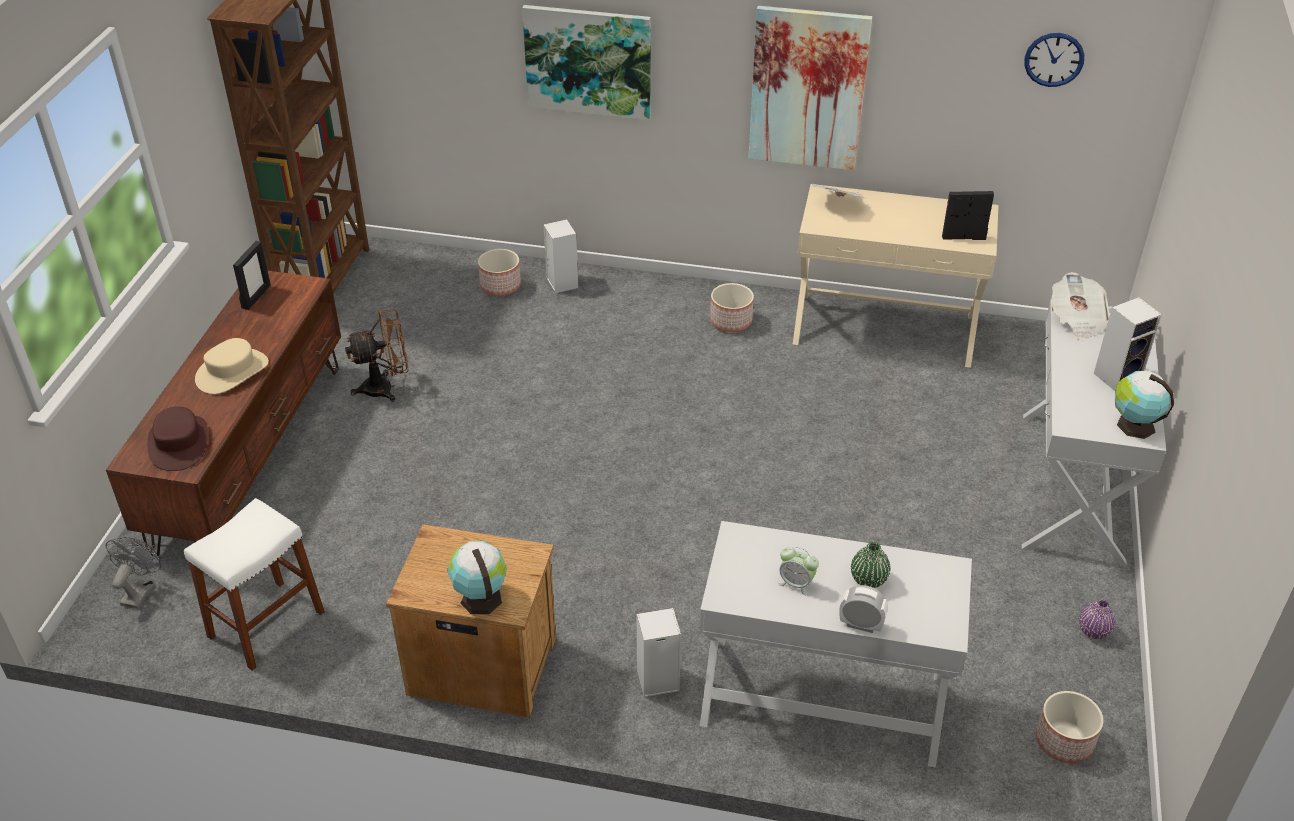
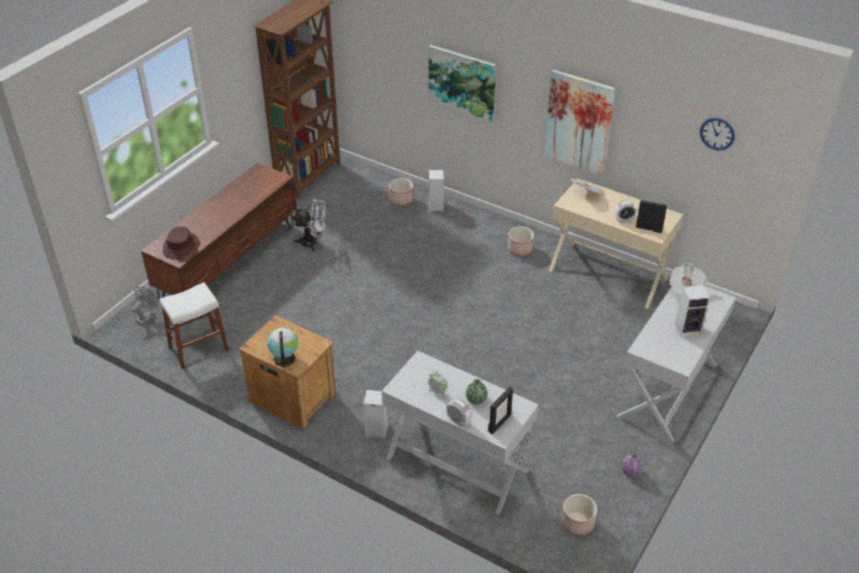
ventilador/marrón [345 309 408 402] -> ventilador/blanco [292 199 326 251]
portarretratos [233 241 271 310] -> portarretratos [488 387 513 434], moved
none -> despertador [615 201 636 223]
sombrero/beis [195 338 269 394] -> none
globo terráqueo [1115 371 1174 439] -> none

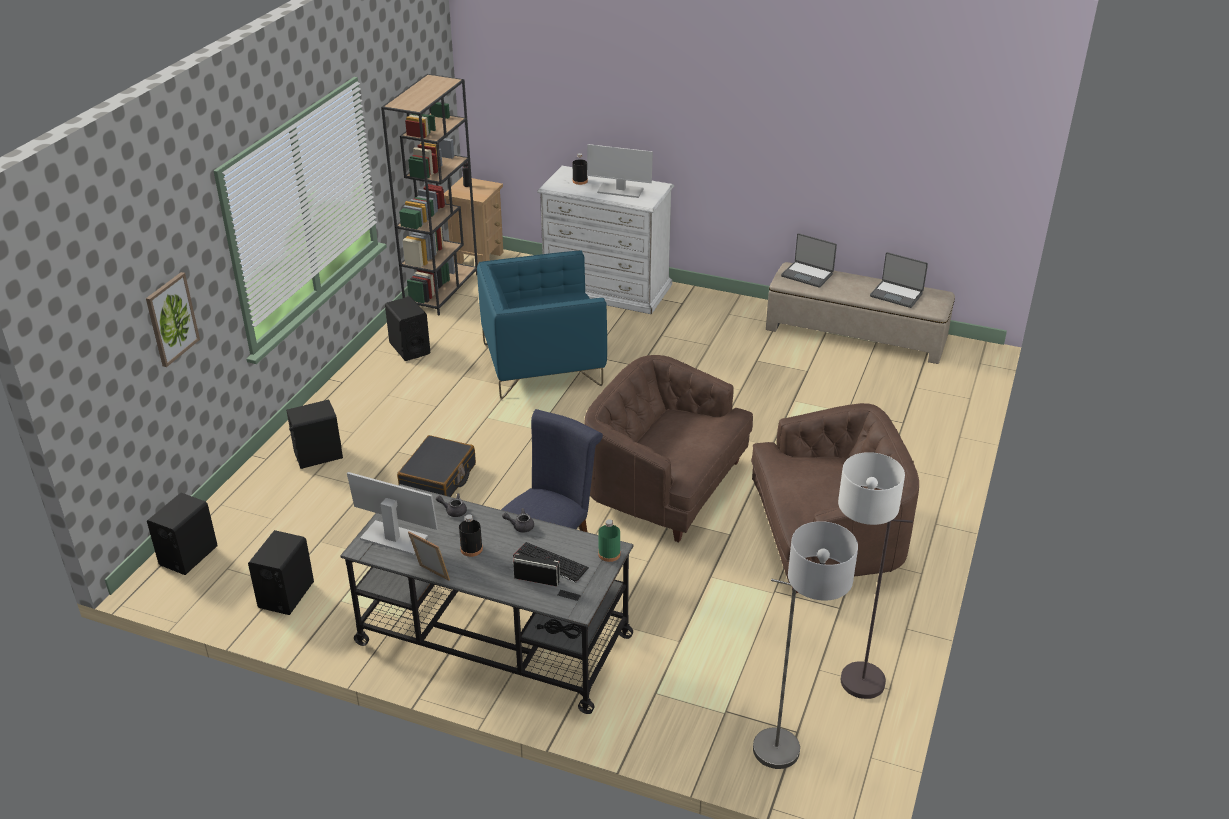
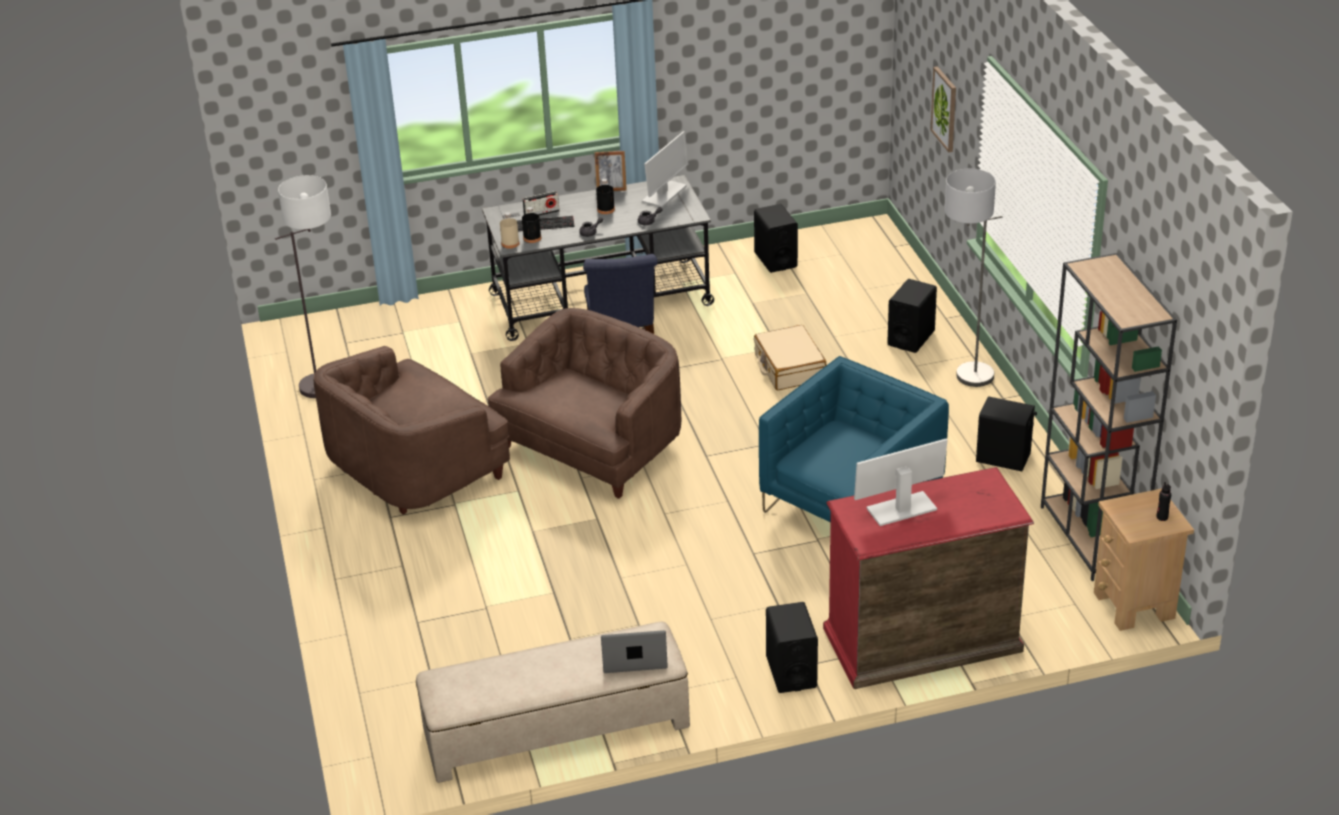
sillón/marrón [584 355 753 542] -> sillón/marrón [487 308 681 499], 45 degrees counterclockwise
botella/verde [598 519 621 562] -> botella/beis [500 212 520 249]
botella/negro [573 153 588 185] -> botella/negro [522 207 541 243], moved
monitor [347 472 438 555] -> monitor [642 131 688 208], 45 degrees counterclockwise
maleta/negro [397 435 476 497] -> maleta/beis [754 325 826 390]
altavoz/negro [147 493 218 575] -> altavoz/negro [766 602 818 693], moved
cómoda/blanco [537 166 674 314] -> cómoda/rojo [823 467 1034 689]
lámpara de pie/gris [753 521 858 769] -> lámpara de pie/gris [945 169 1003 387], moved
portátil [870 252 928 308] -> none

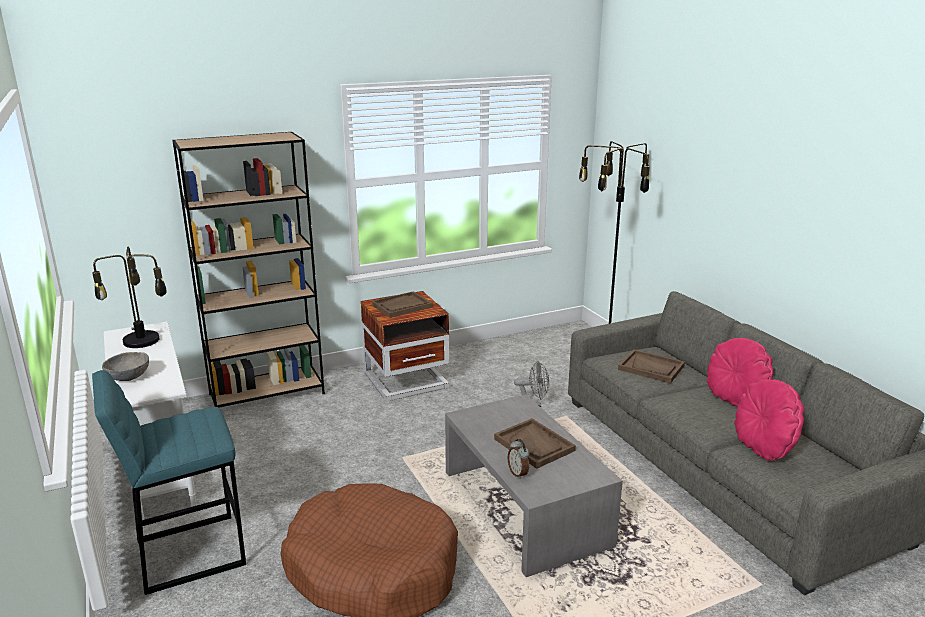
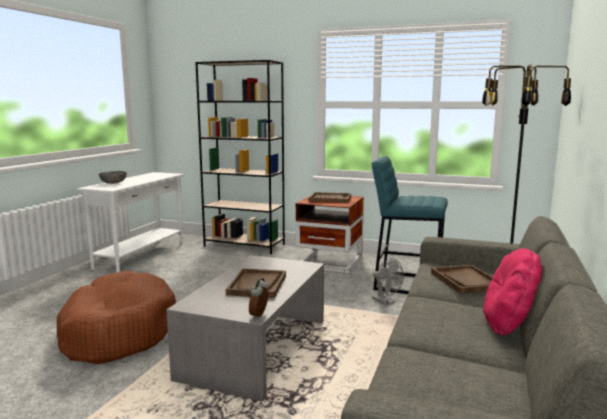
despertador [508 439 530 479] -> despertador [249 278 269 319], moved
taburete/turquesa [92 370 246 595] -> taburete/turquesa [372 156 448 294], moved
lámpara de mesa [92 246 167 348] -> none
cojín/rosa [734 379 804 461] -> none

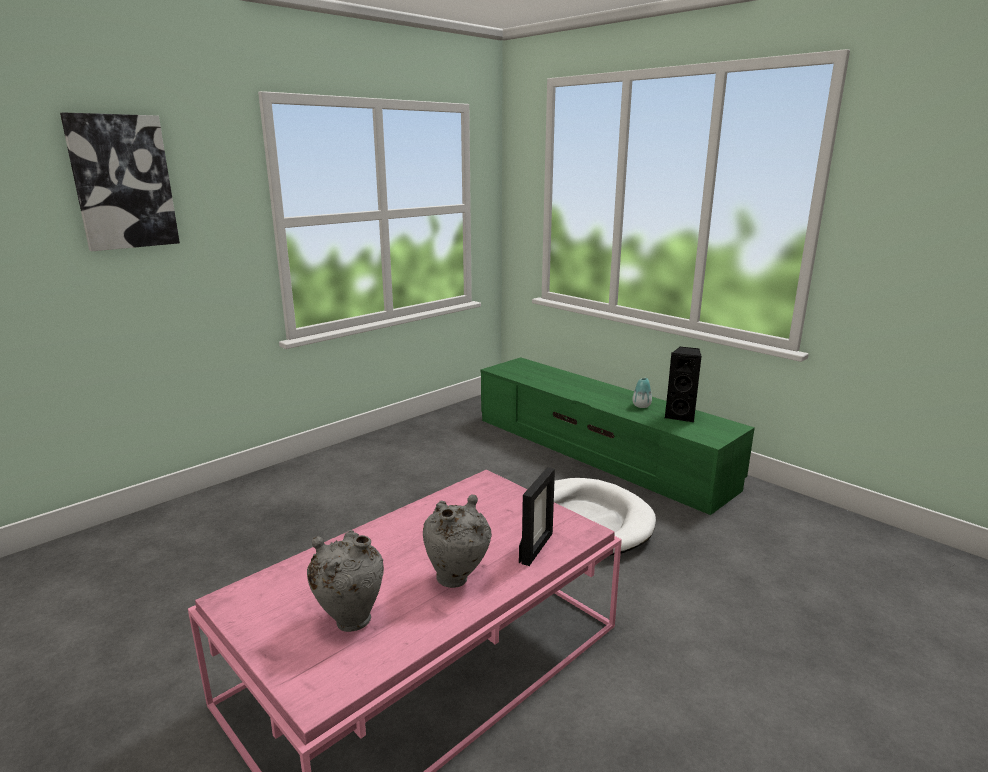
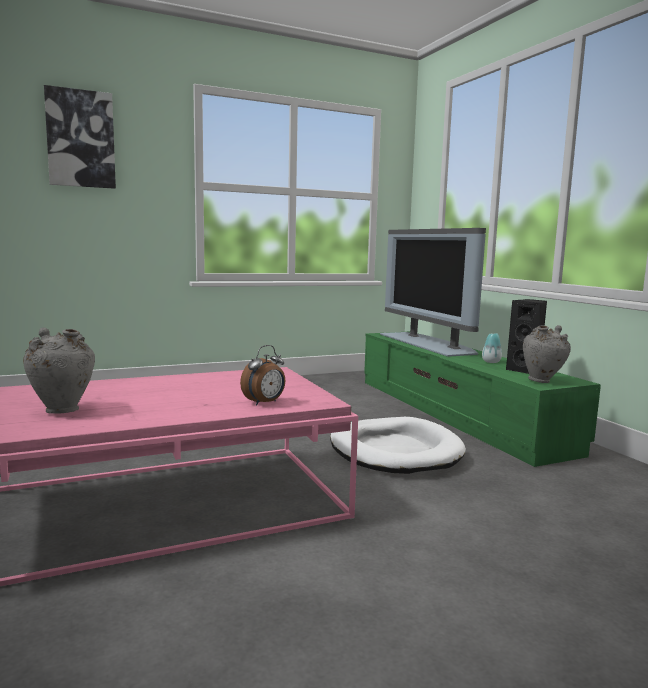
portarretratos [519 467 555 566] -> despertador [240 345 285 406]
none -> televisor [380 228 486 357]
florero/gris [423 495 492 588] -> florero/gris [523 325 571 383], moved

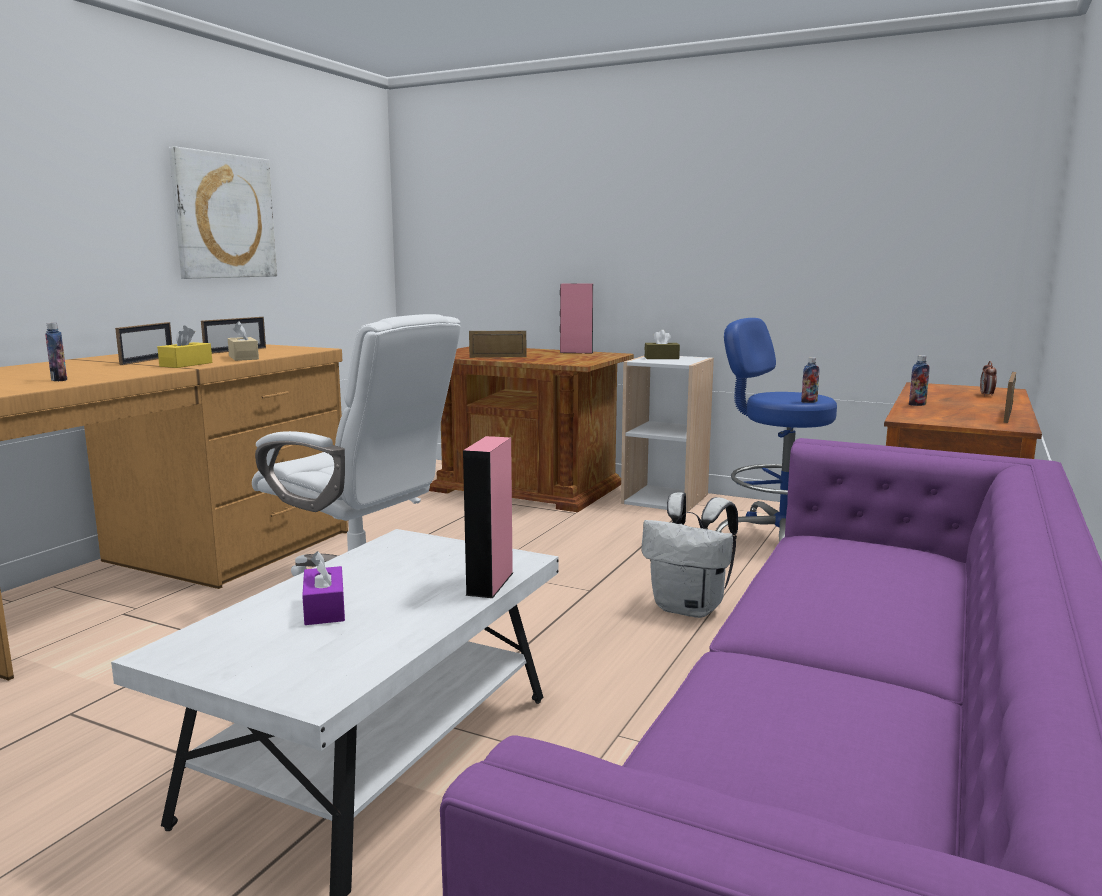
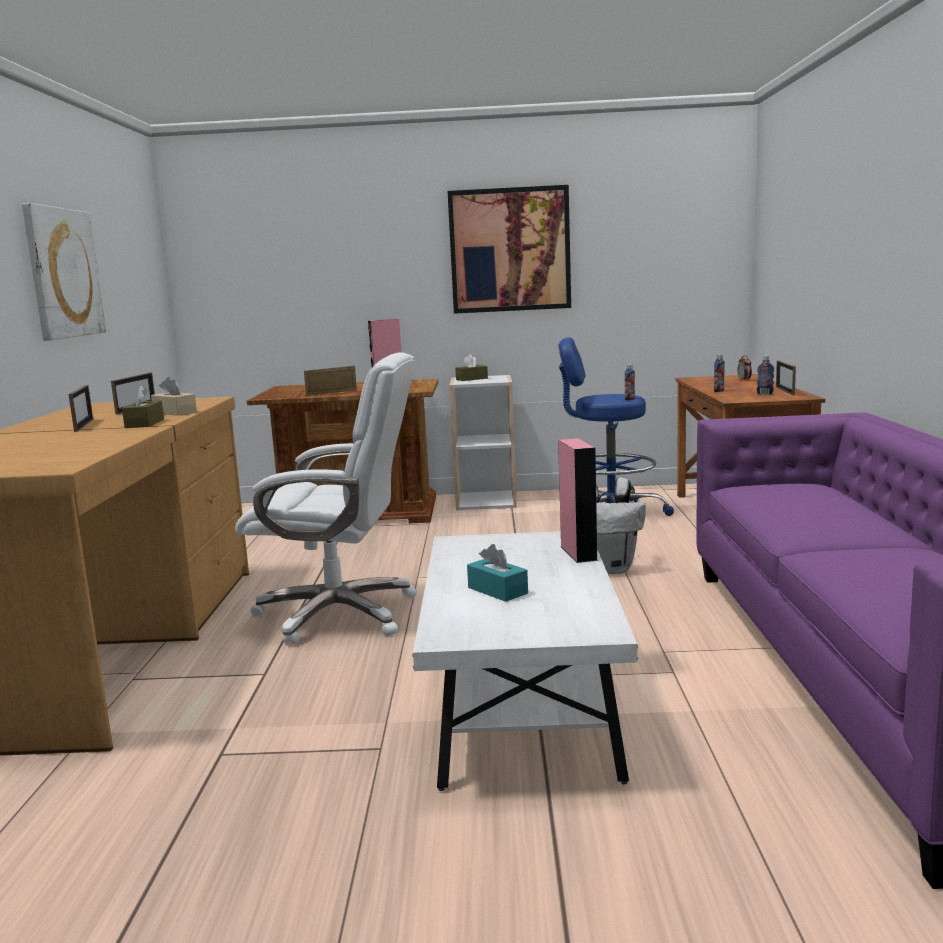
caja de pañuelos/amarillo [157 326 212 368] -> caja de pañuelos/marrón [122 385 164 428]
none -> cuadro [448 185 571 314]
caja de pañuelos/morado [302 551 345 625] -> caja de pañuelos/turquesa [467 544 528 602]
botella [45 323 67 381] -> botella [757 356 774 395], moved

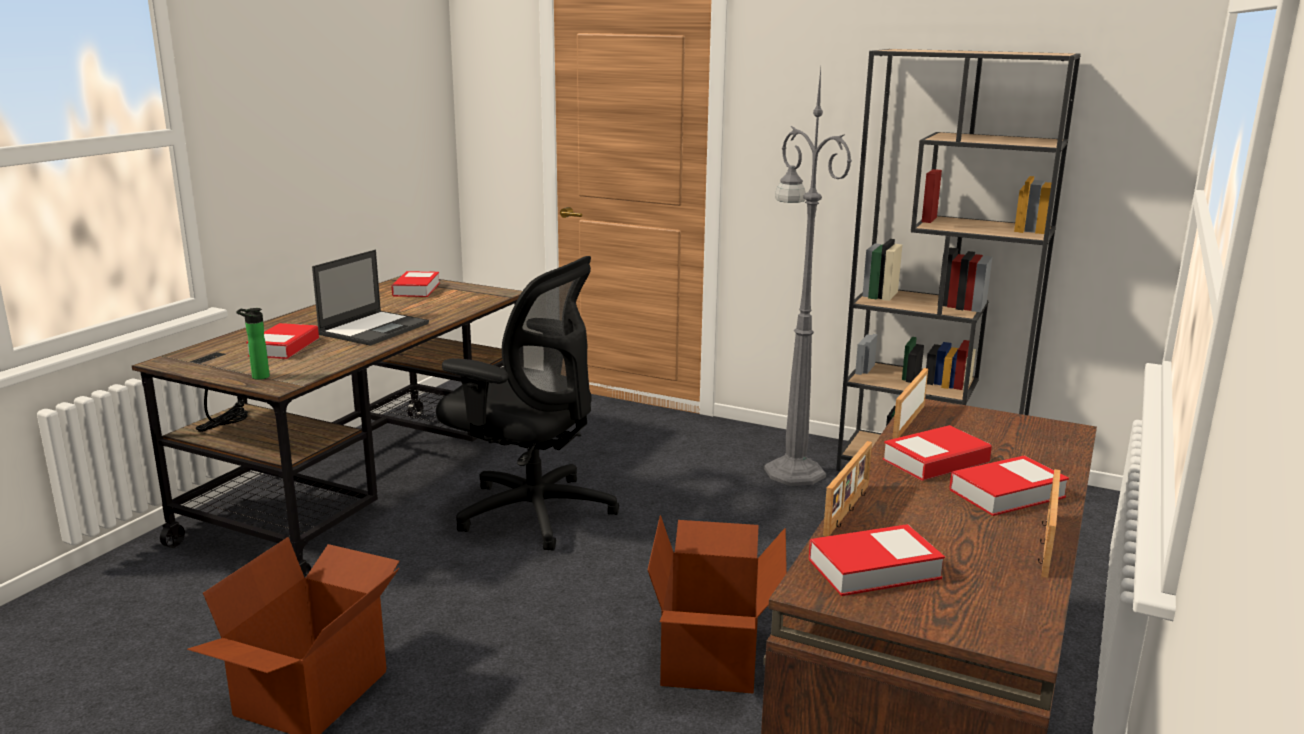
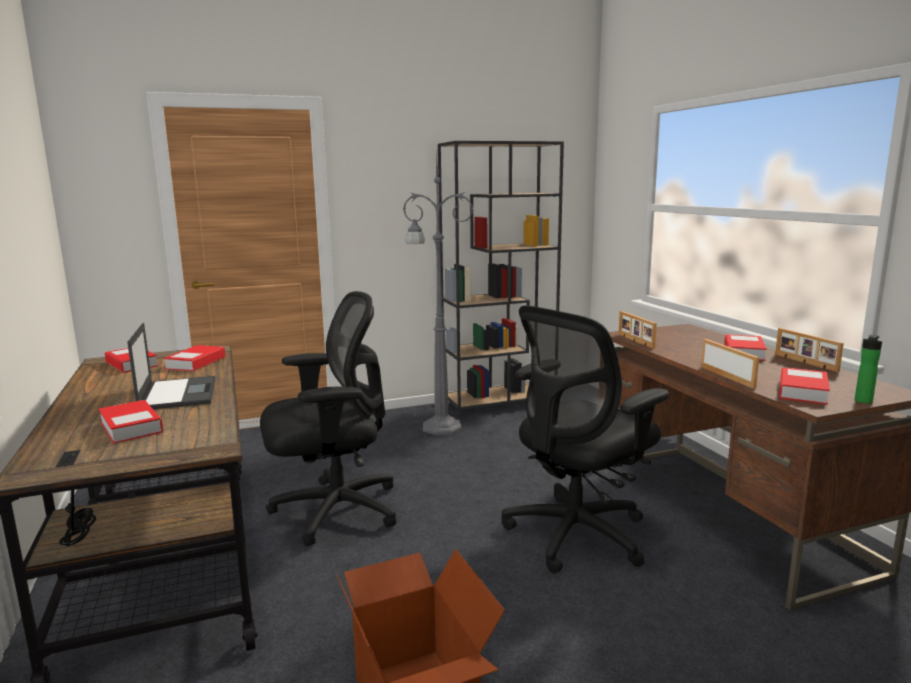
libro [883 425 992 481] -> libro [164 345 226 371], moved
caja de cartón [647 515 787 694] -> silla de oficina/negro [502 305 669 574]
botella [236 308 270 380] -> botella [855 335 882 404], moved

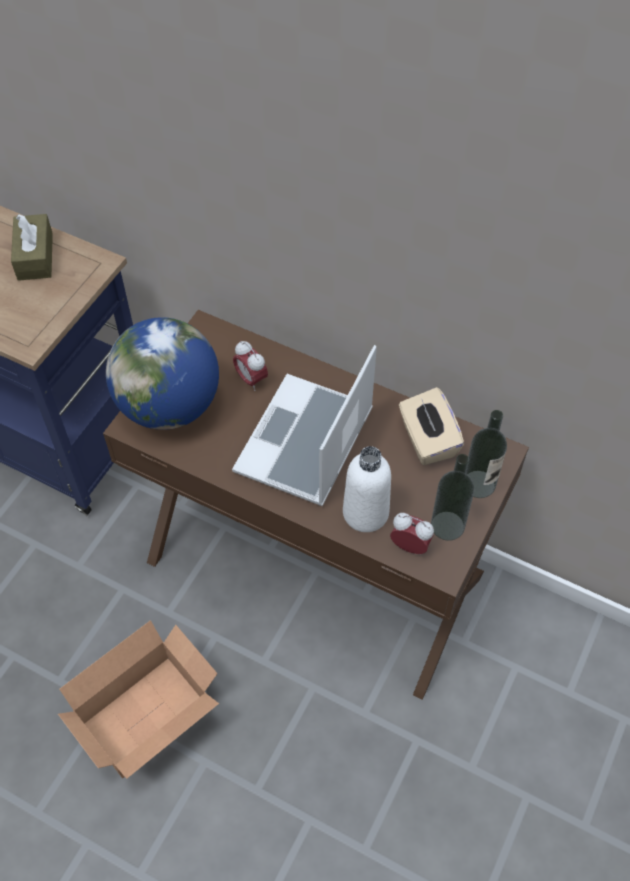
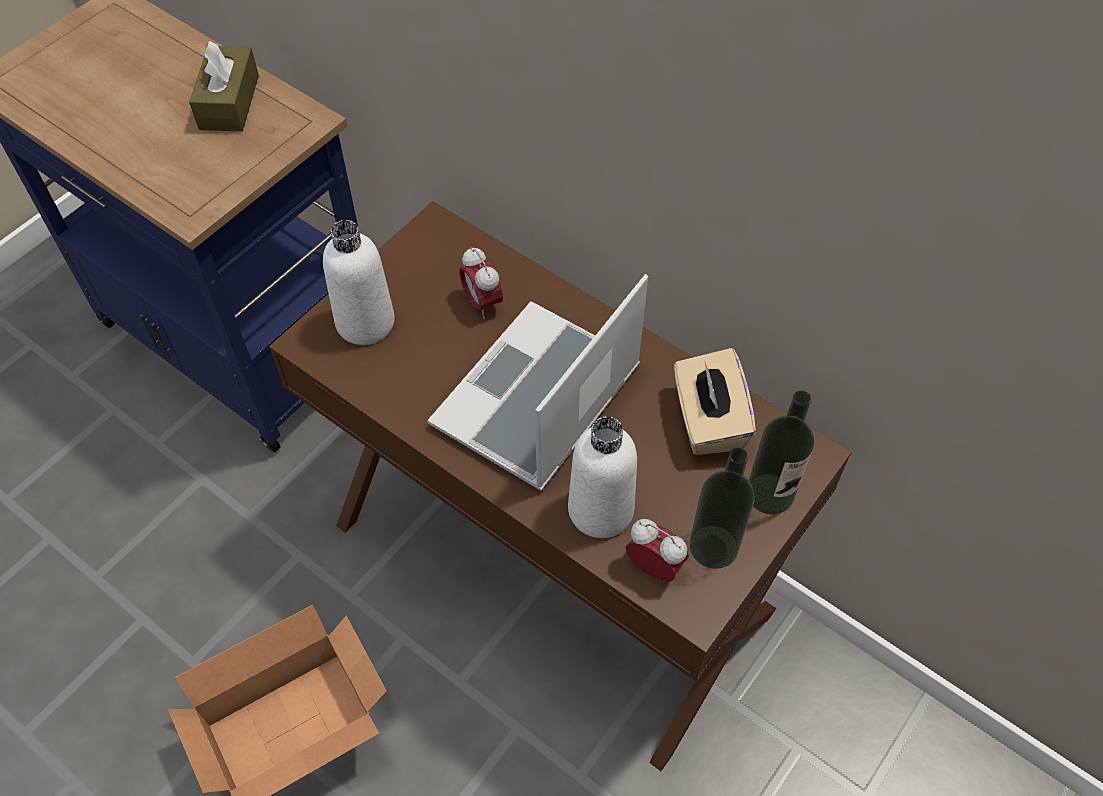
globo terráqueo [106 317 219 430] -> botella/blanco [323 220 395 345]

